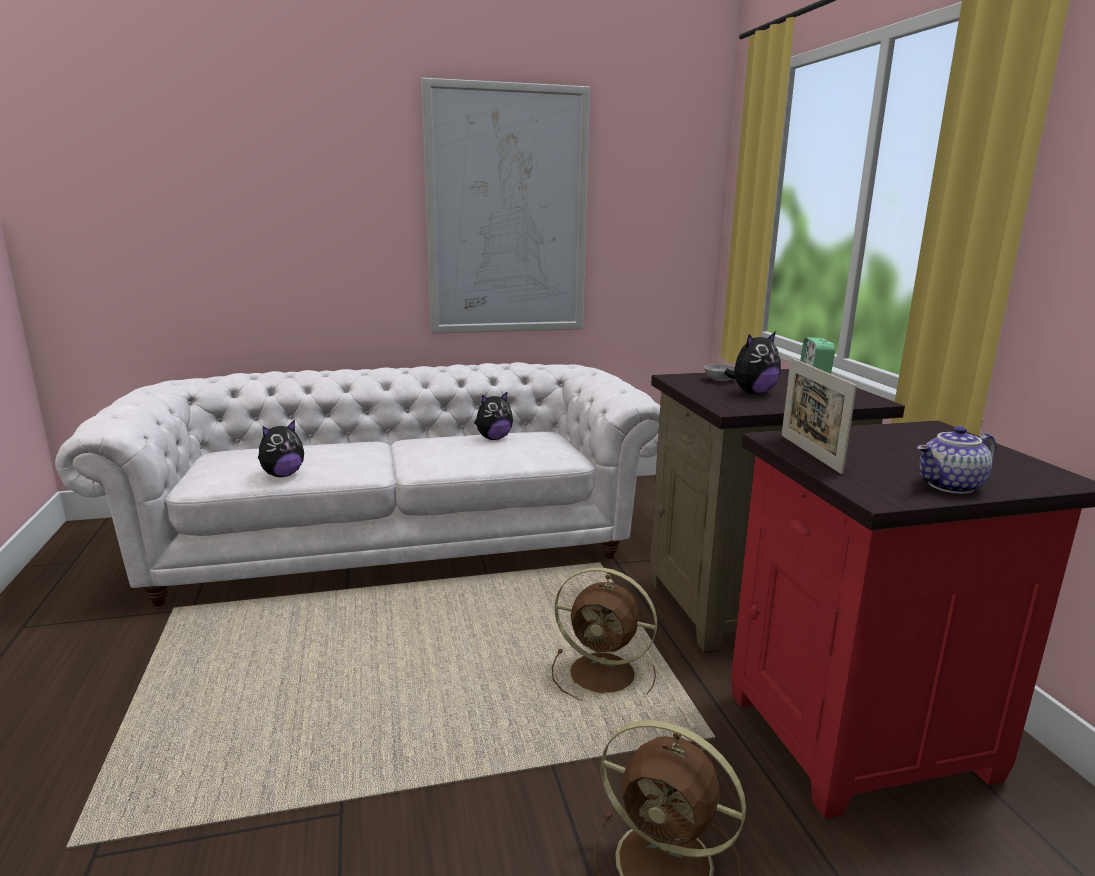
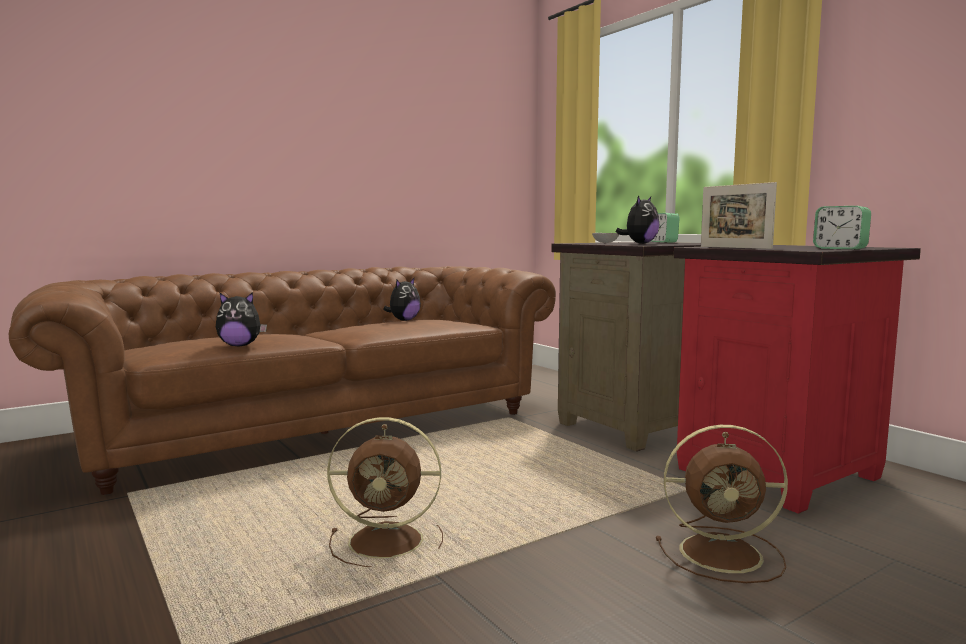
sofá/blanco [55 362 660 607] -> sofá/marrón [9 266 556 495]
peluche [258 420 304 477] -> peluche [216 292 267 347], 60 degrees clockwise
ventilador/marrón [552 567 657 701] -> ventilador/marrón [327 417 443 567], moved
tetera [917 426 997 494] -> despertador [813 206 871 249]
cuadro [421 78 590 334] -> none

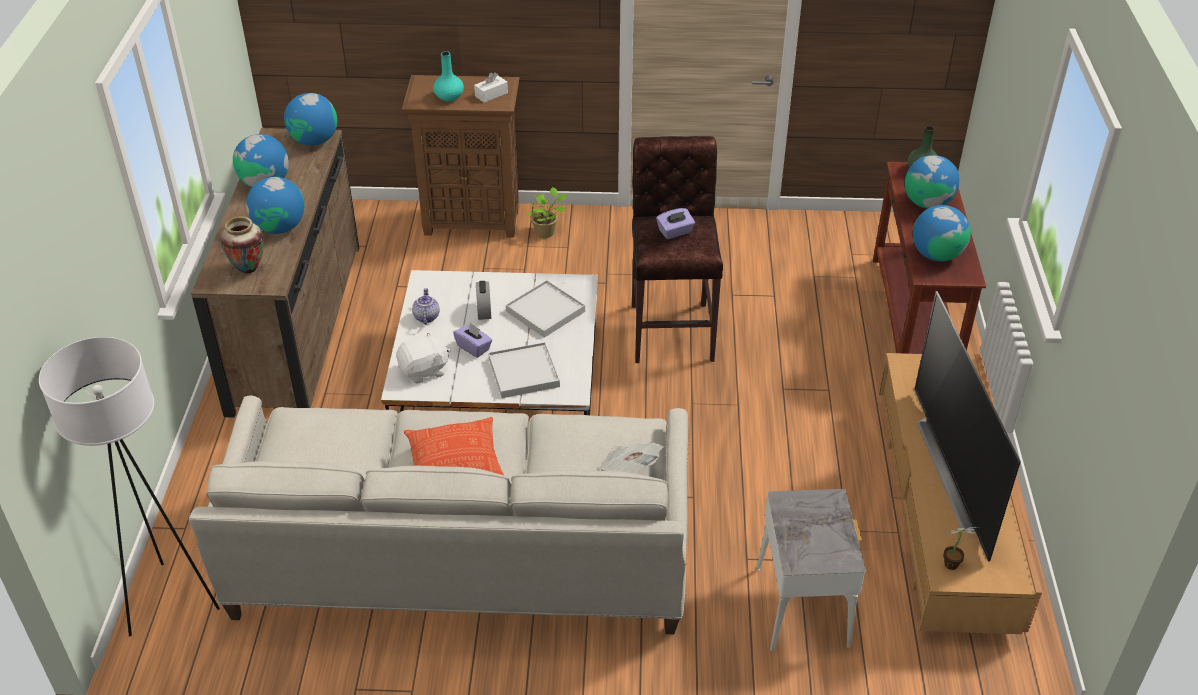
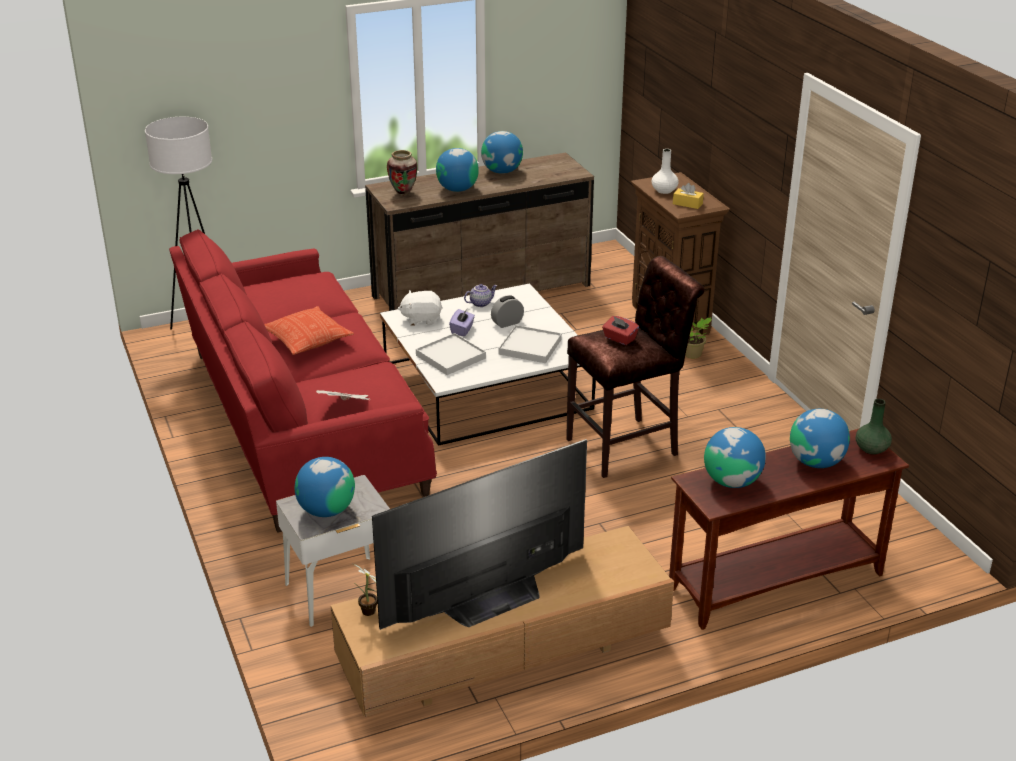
sofá/blanco [189 395 689 635] -> sofá/rojo [169 229 437 533]
globo terráqueo [284 93 337 146] -> globo terráqueo [295 457 355 517], moved
peluche/blanco [396 332 451 384] -> peluche/blanco [398 290 443 325], 135 degrees clockwise
caja de pañuelos/morado [656 208 695 239] -> caja de pañuelos/rojo [602 316 639 345]
florero/turquesa [433 51 464 102] -> florero/blanco [652 149 679 194]
caja de pañuelos/blanco [474 72 508 102] -> caja de pañuelos/amarillo [673 183 704 209]

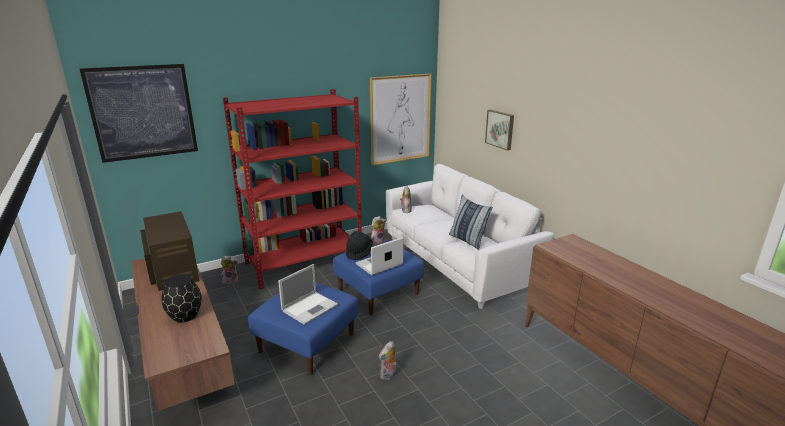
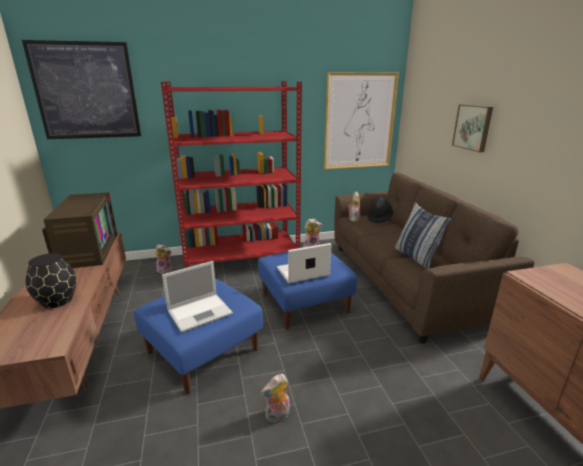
sofá/blanco [386 164 554 309] -> sofá/marrón [334 173 535 344]
sombrero/negro [346 231 373 260] -> sombrero/negro [368 196 394 223], moved

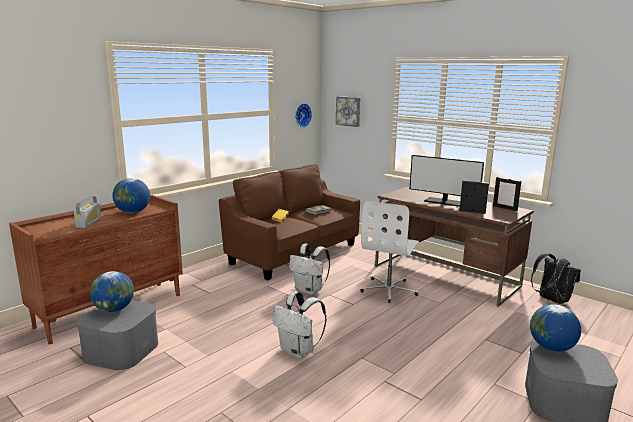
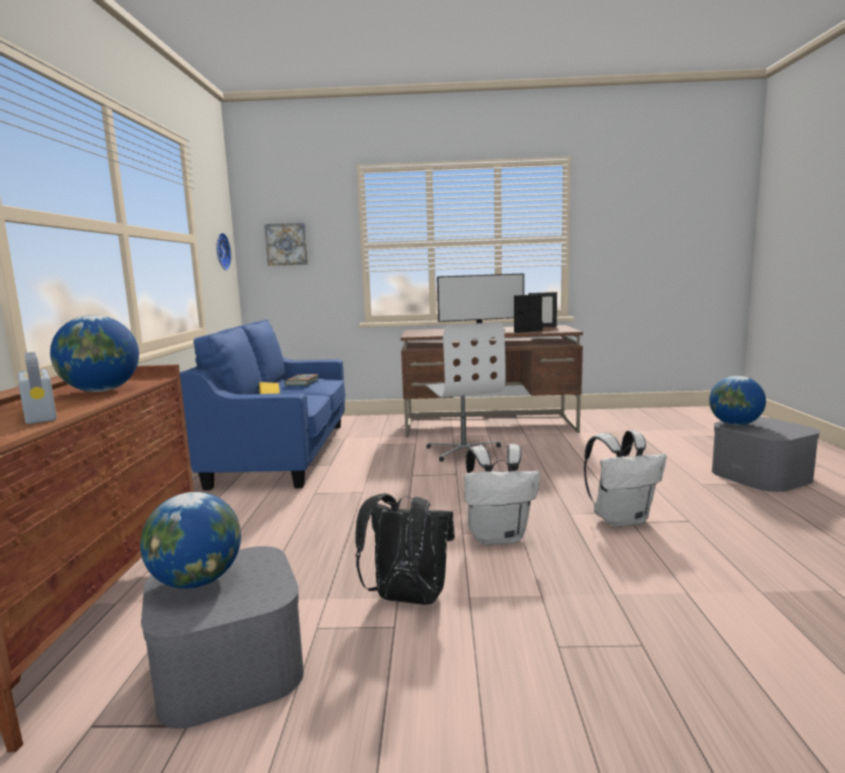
sofá/marrón [219 164 360 280] -> sofá/azul [180 320 346 490]
mochila/negro [531 254 581 304] -> mochila/negro [355 493 455 605], moved
mochila/blanco [289 244 330 295] -> mochila/blanco [584 430 666 527], moved

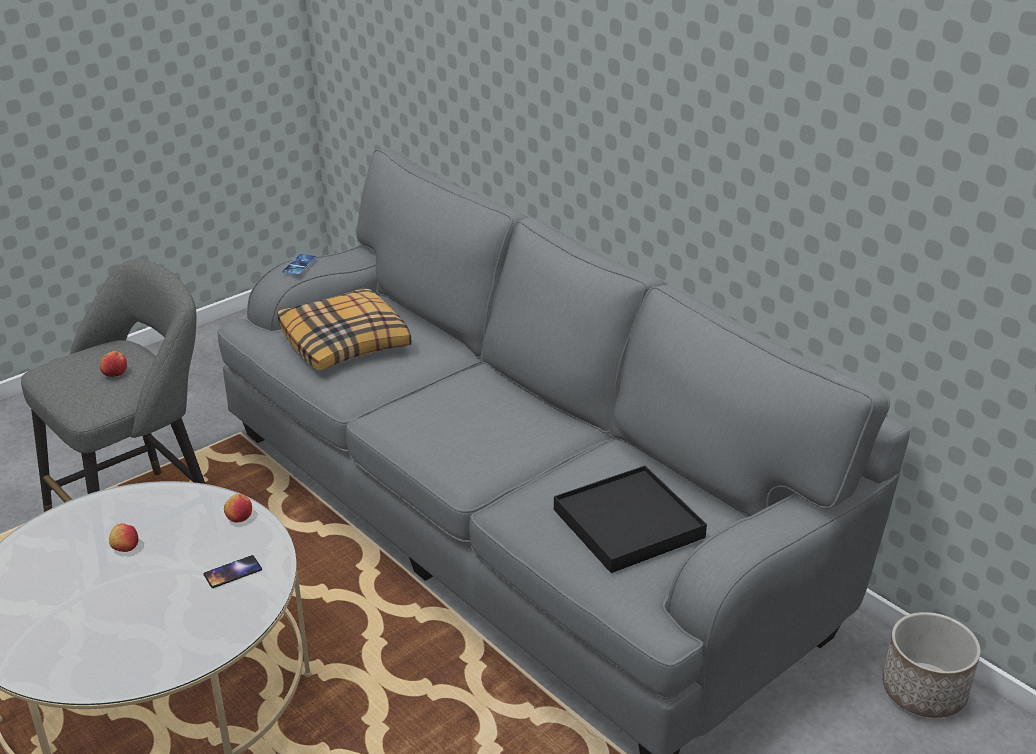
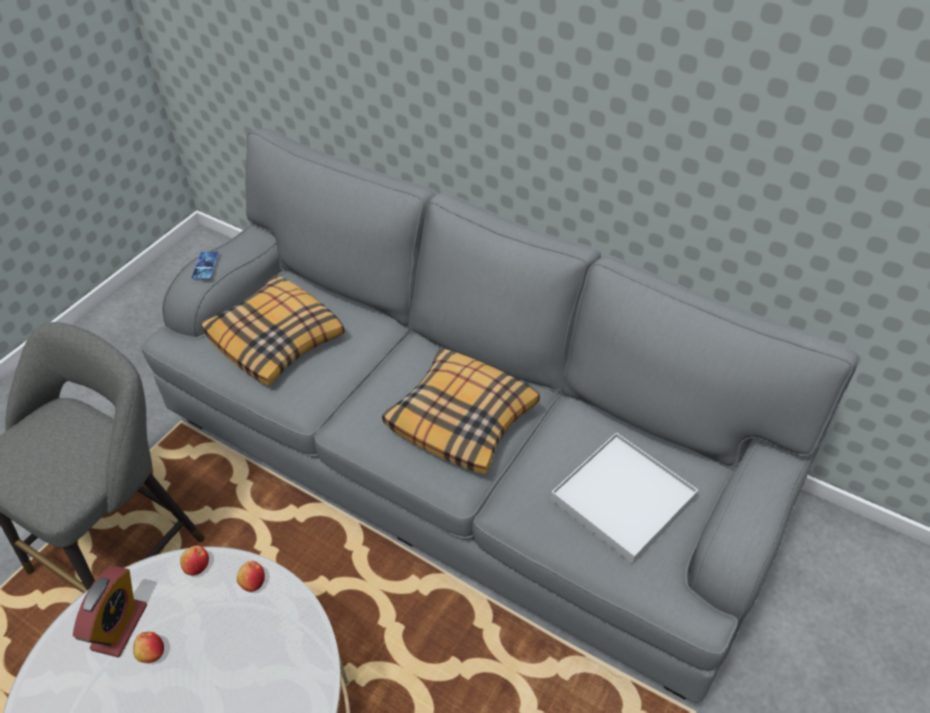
none -> despertador [73 566 147 657]
manzana [100 351 127 377] -> manzana [180 546 209 576], moved
none -> cojín [382 349 540 474]
bandeja/negro [554 466 707 573] -> bandeja/blanco [551 432 698 564]
móvil [204 555 262 588] -> none
maceta [882 612 981 718] -> none

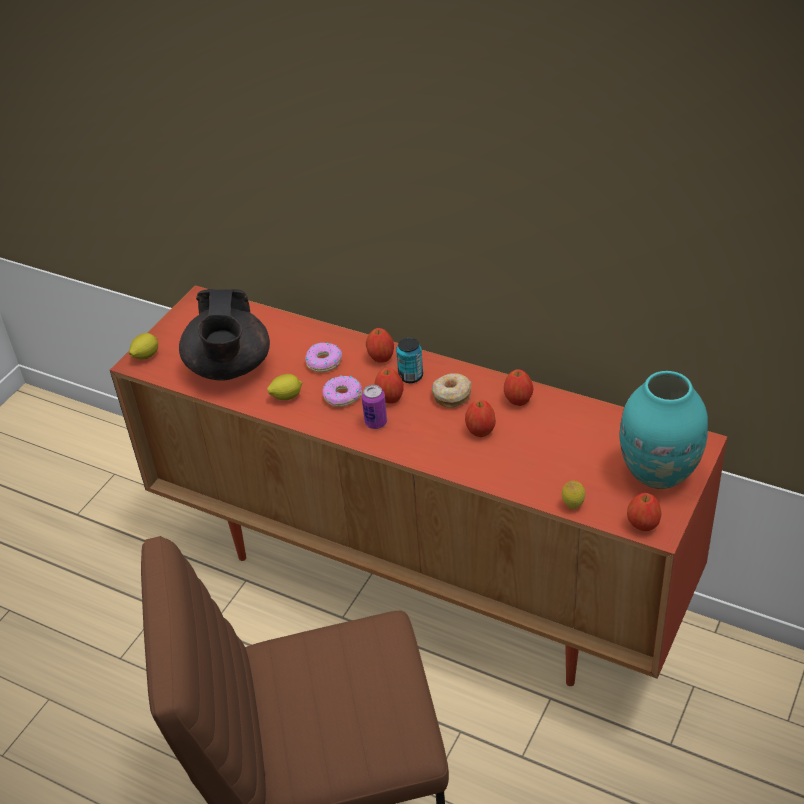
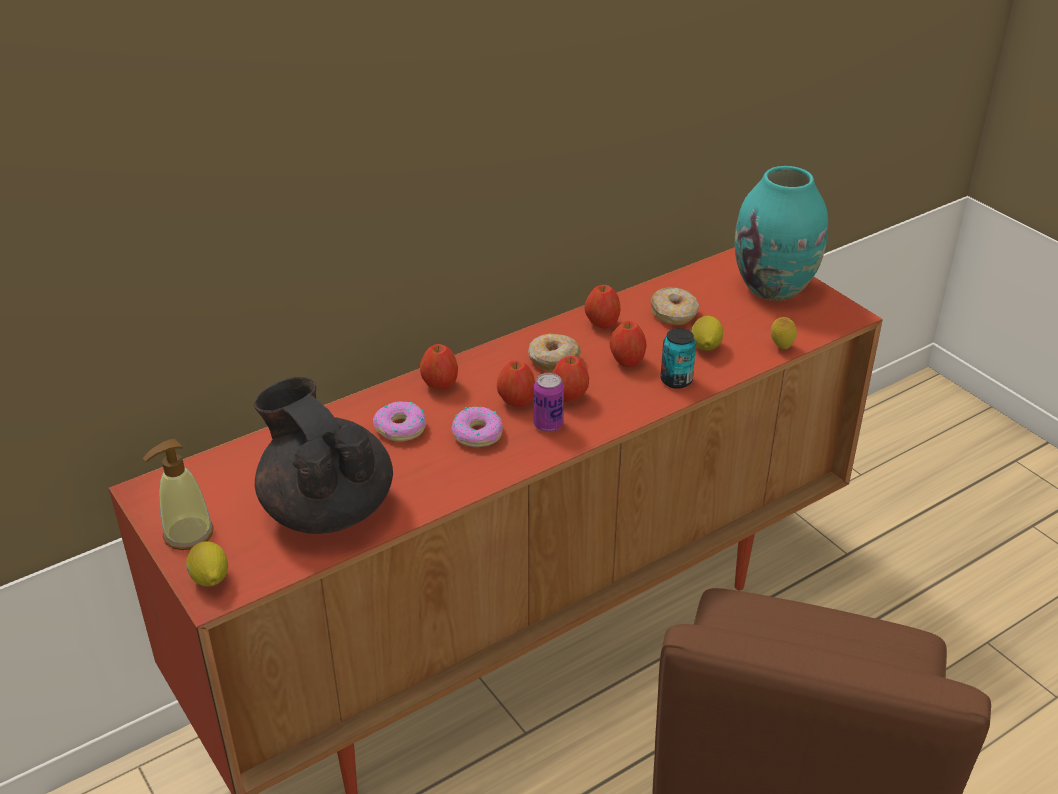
none -> dispensador de jabón [143 439 214 550]
tetera/negro [179 289 270 380] -> tetera/negro [254 377 393 534], 150 degrees counterclockwise
manzana [627 493 662 531] -> manzana [552 356 589 402], moved
none -> rosquilla [651 287 699 325]
lata [396 338 423 383] -> lata [661 328 696 389], moved
limón [267 374 302 400] -> limón [691 316 723 351], moved

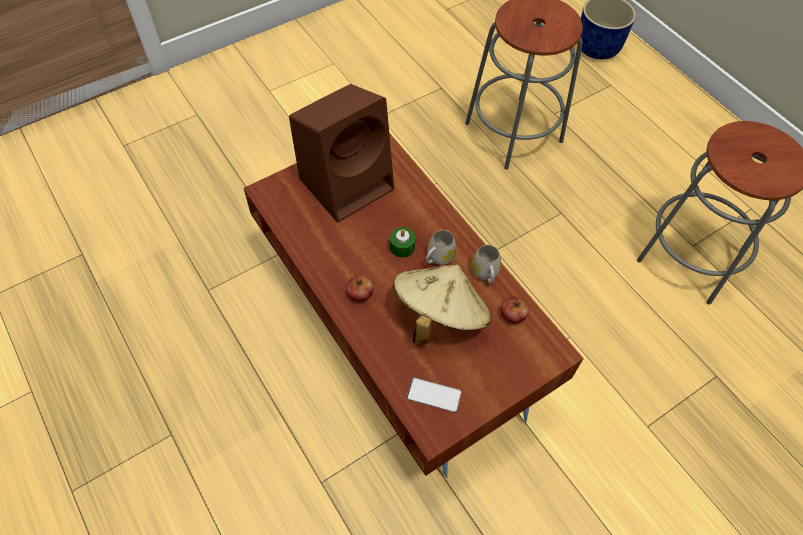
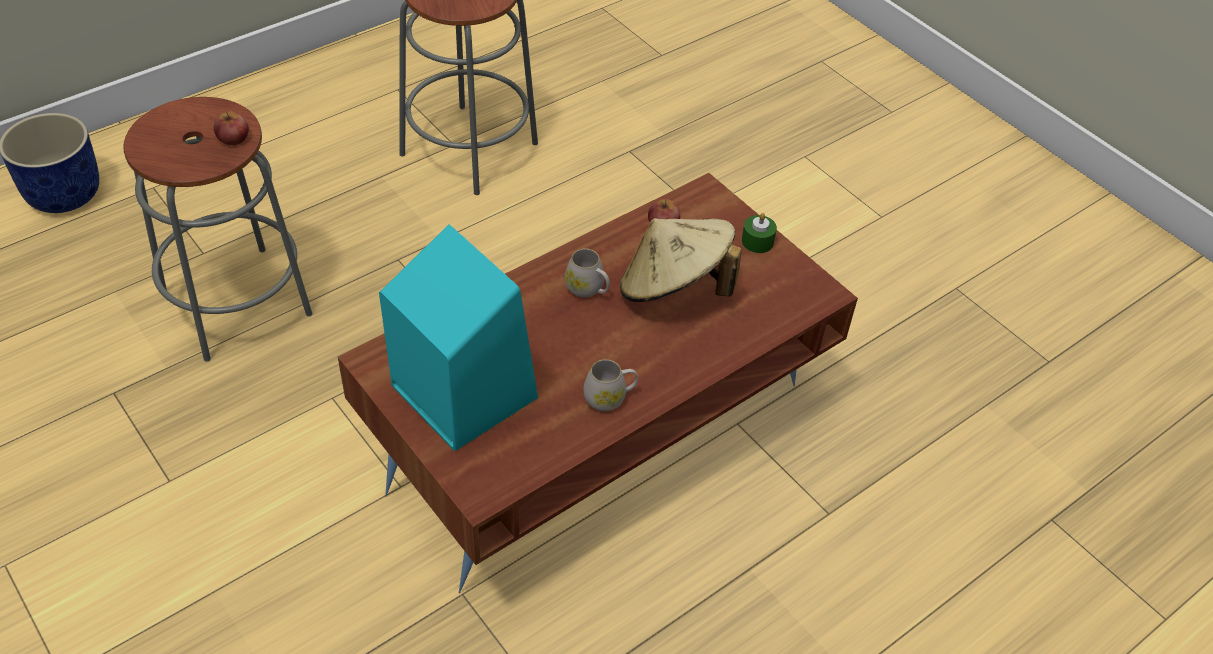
manzana [346 276 373 302] -> manzana [214 112 249 145], moved
altavoz/marrón [289 84 394 223] -> altavoz/turquesa [379 224 538 451]
taza grande/blanco [471 245 501 284] -> taza grande/blanco [583 359 638 411], moved
vela/verde [390 227 415 258] -> vela/verde [742 213 777 253], moved
móvil [407 378 462 412] -> none

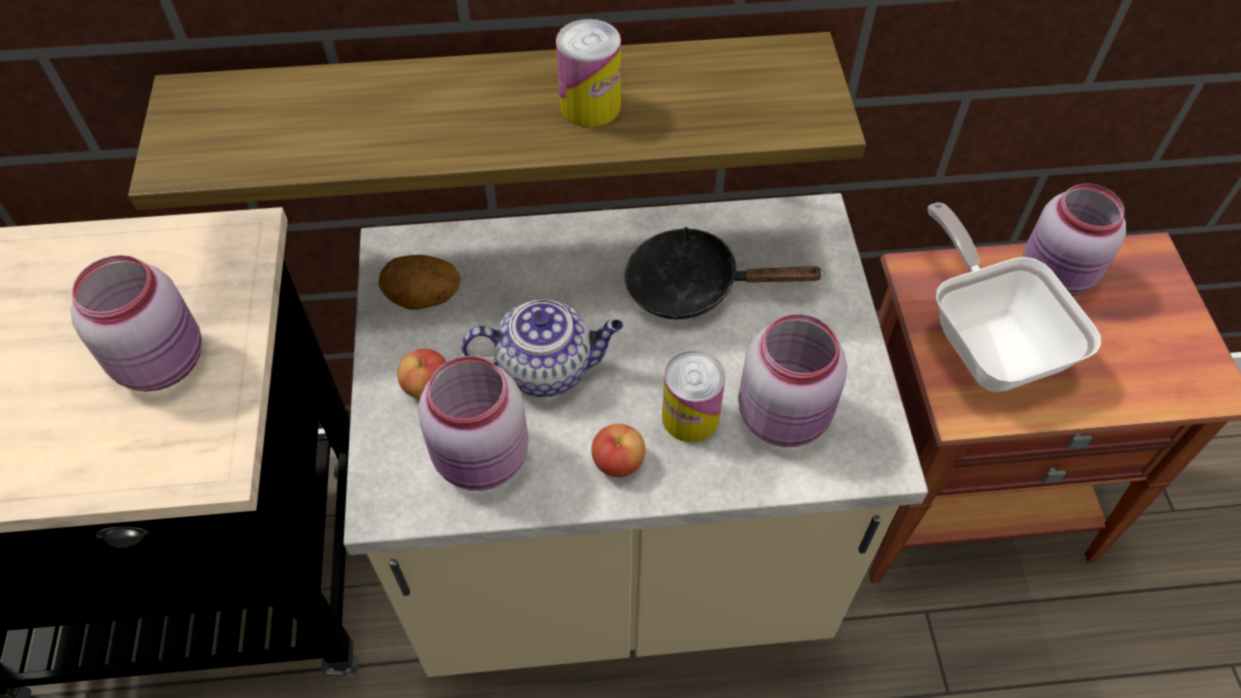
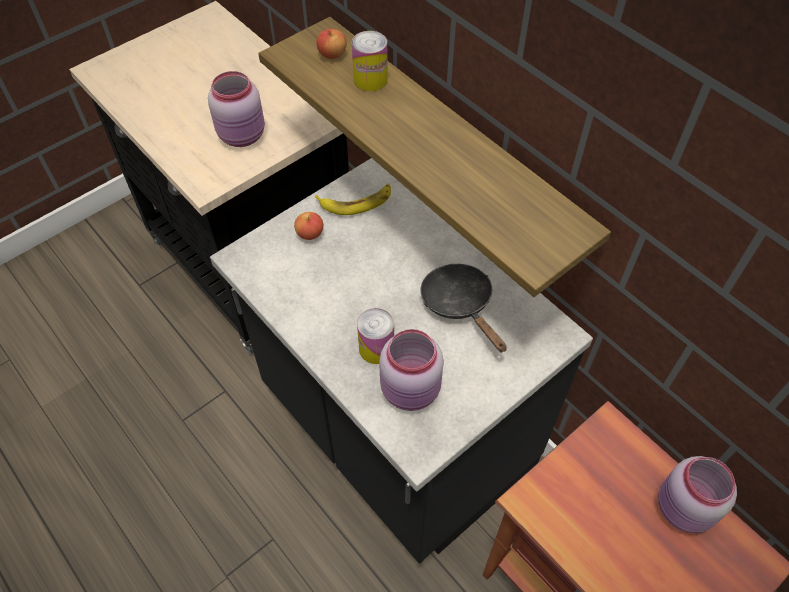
mueble bajo de cocina/beis [343 193 928 677] -> mueble bajo de cocina/negro [210 158 593 564]
patata [378 255 461 310] -> plátano [315 183 391 215]
manzana [591 424 645 477] -> manzana [316 29 347 59], moved
lata [556 19 621 127] -> lata [352 31 388 91], moved
tarro/rosa [418 356 529 490] -> none
tetera [461 299 623 397] -> none
sartén [928 202 1101 392] -> none

